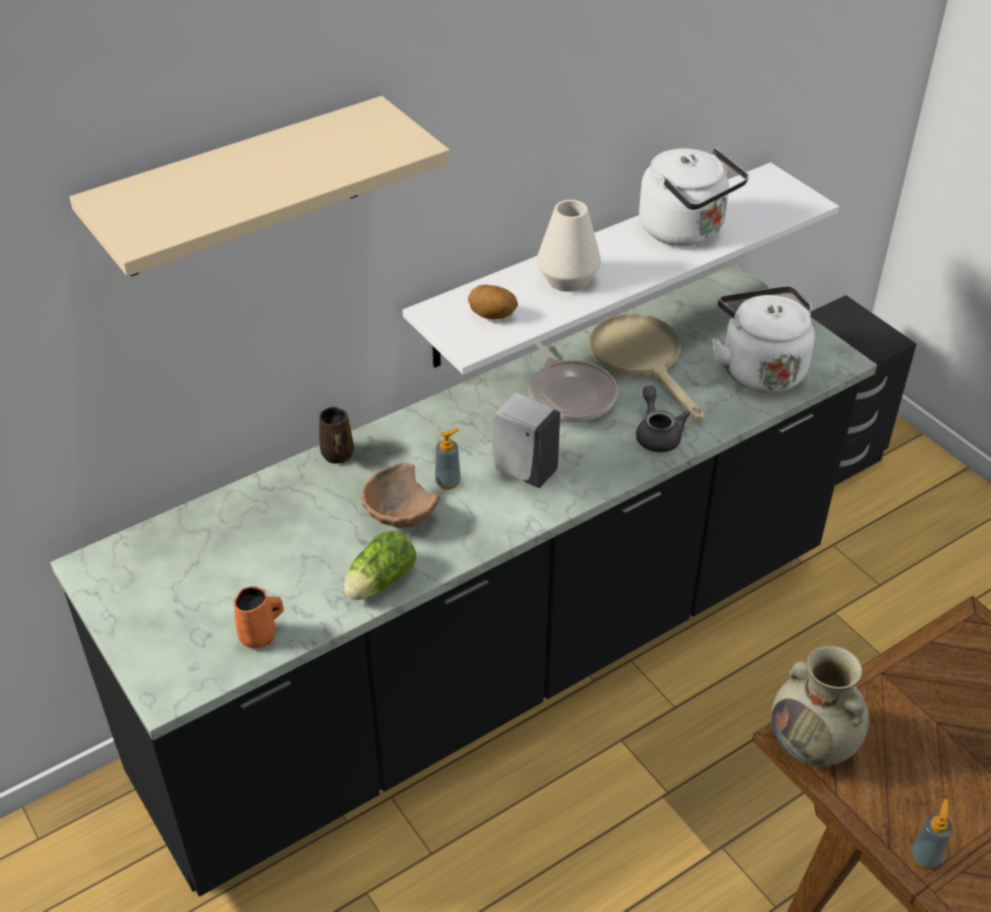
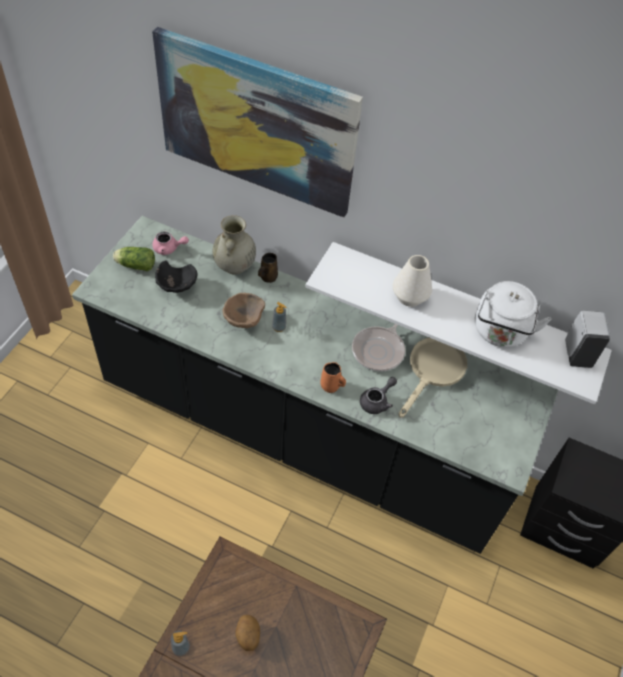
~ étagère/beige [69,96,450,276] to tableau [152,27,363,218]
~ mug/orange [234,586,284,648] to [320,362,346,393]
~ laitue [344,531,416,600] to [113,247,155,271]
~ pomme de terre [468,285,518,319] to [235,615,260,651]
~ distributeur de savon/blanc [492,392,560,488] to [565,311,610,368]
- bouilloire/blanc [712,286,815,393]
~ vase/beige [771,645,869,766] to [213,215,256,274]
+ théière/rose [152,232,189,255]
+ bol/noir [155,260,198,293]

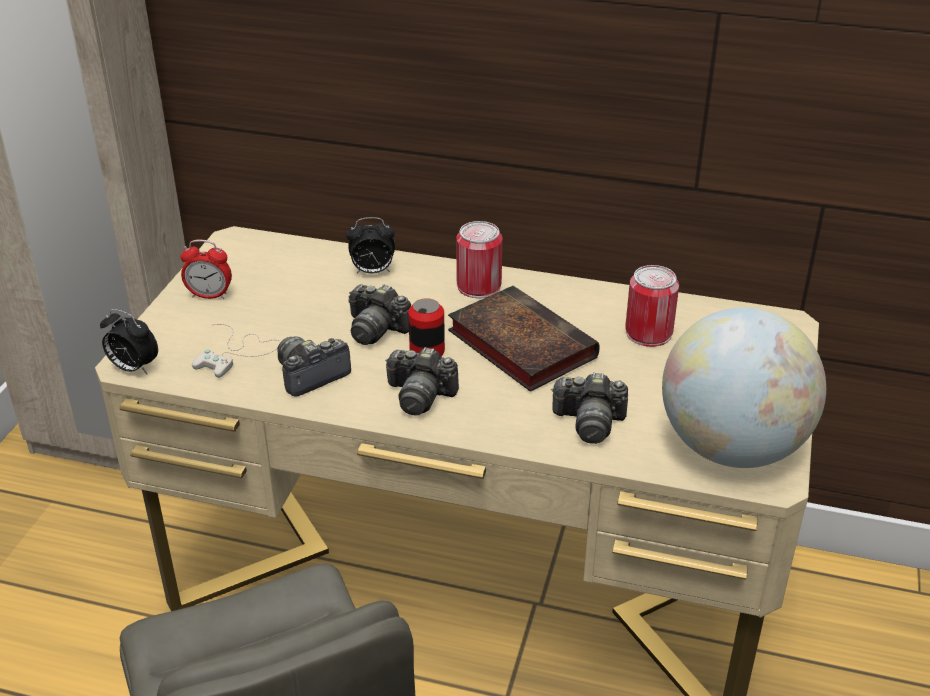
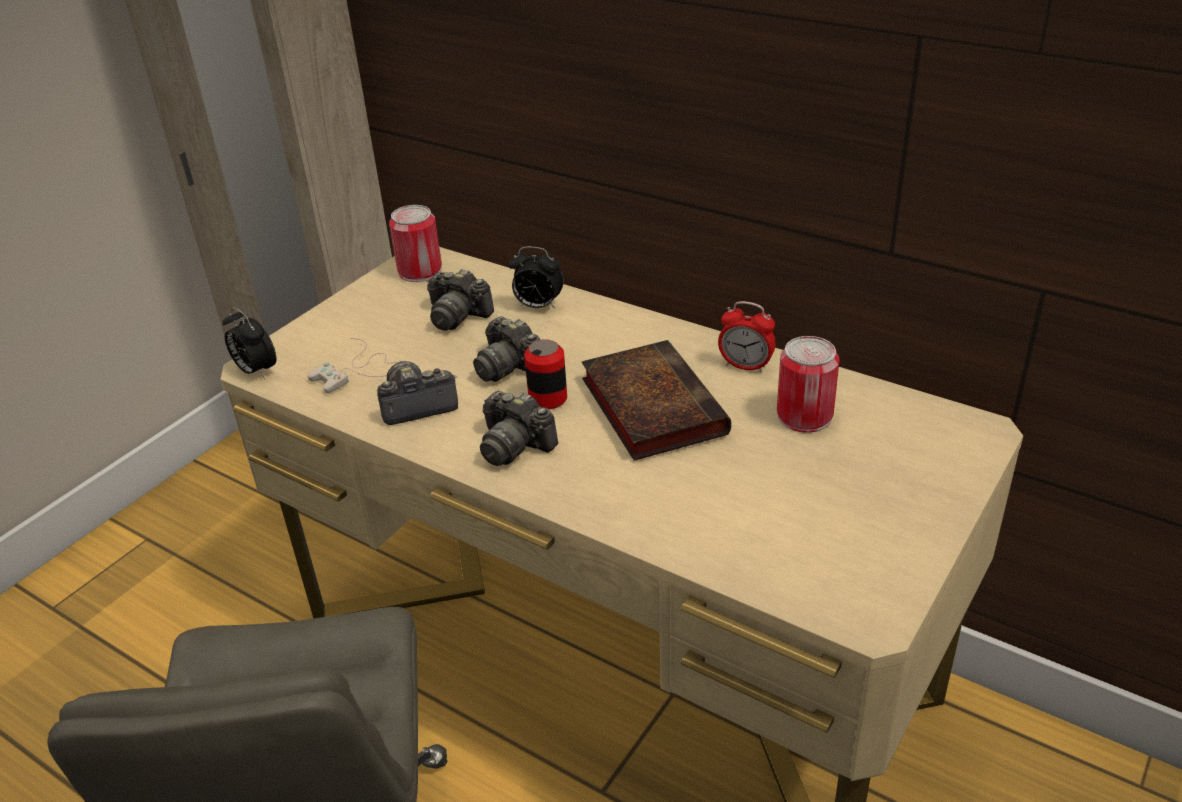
~ réveil [181,240,232,299] to [718,301,776,373]
~ boîte métallique [456,221,503,298] to [389,205,442,282]
~ appareil photo [551,372,628,444] to [427,269,494,331]
- globe [662,307,826,468]

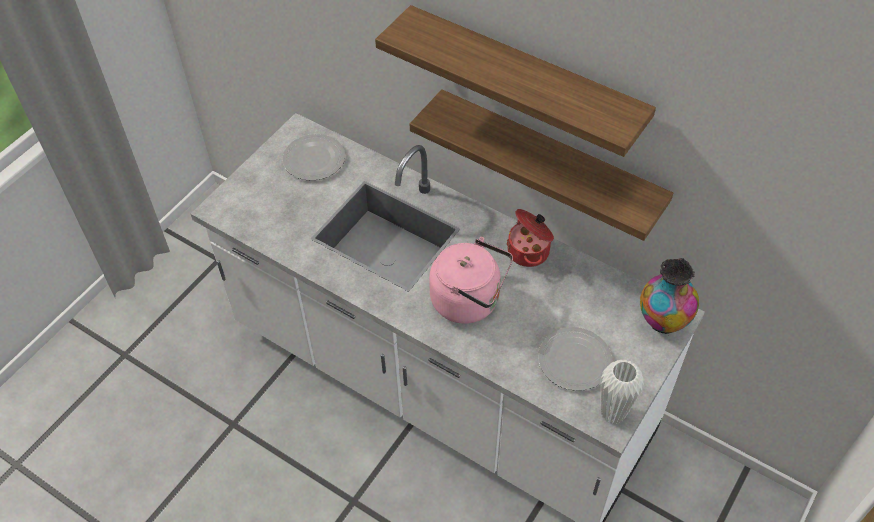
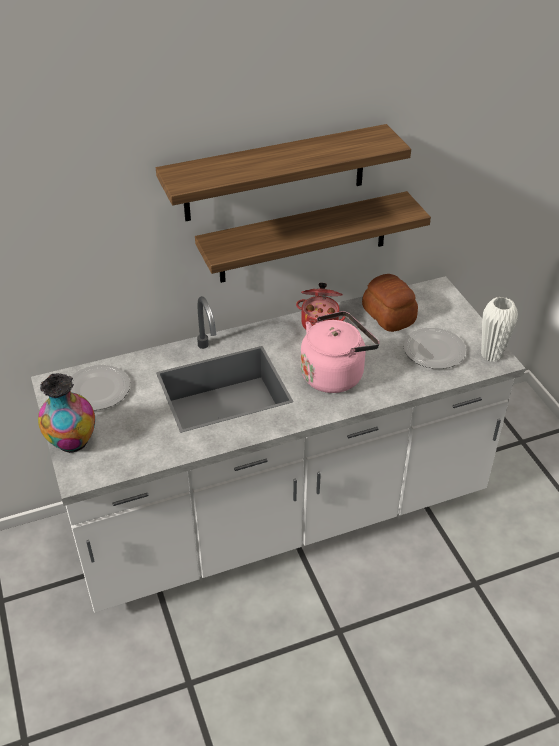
~ vase [640,258,699,334] to [38,373,95,453]
+ pain [362,274,418,332]

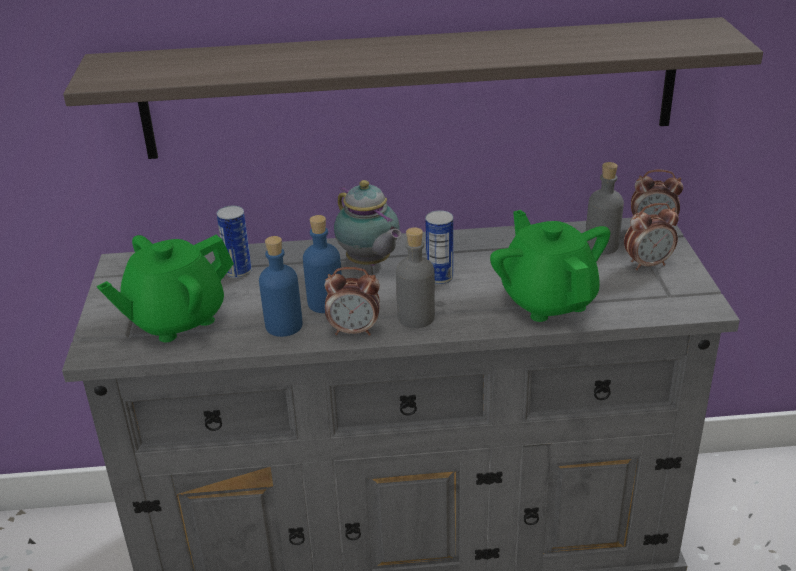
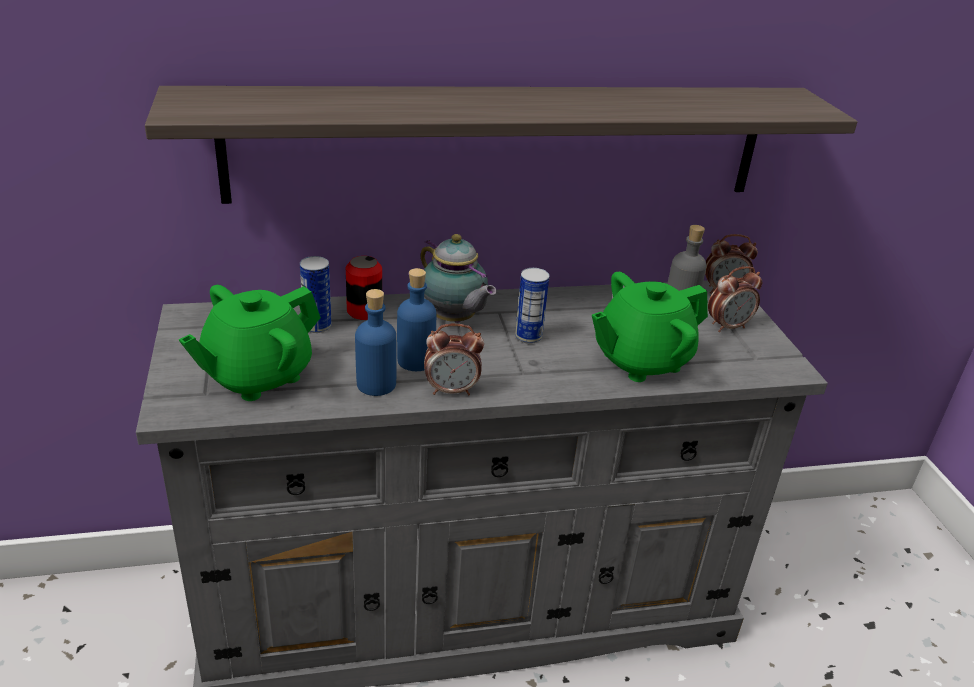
- bouteille/gris [396,228,435,328]
~ théière/vert [490,210,610,322] = [592,272,708,382] 90 degrees counterclockwise
+ boîte métallique [346,256,382,320]

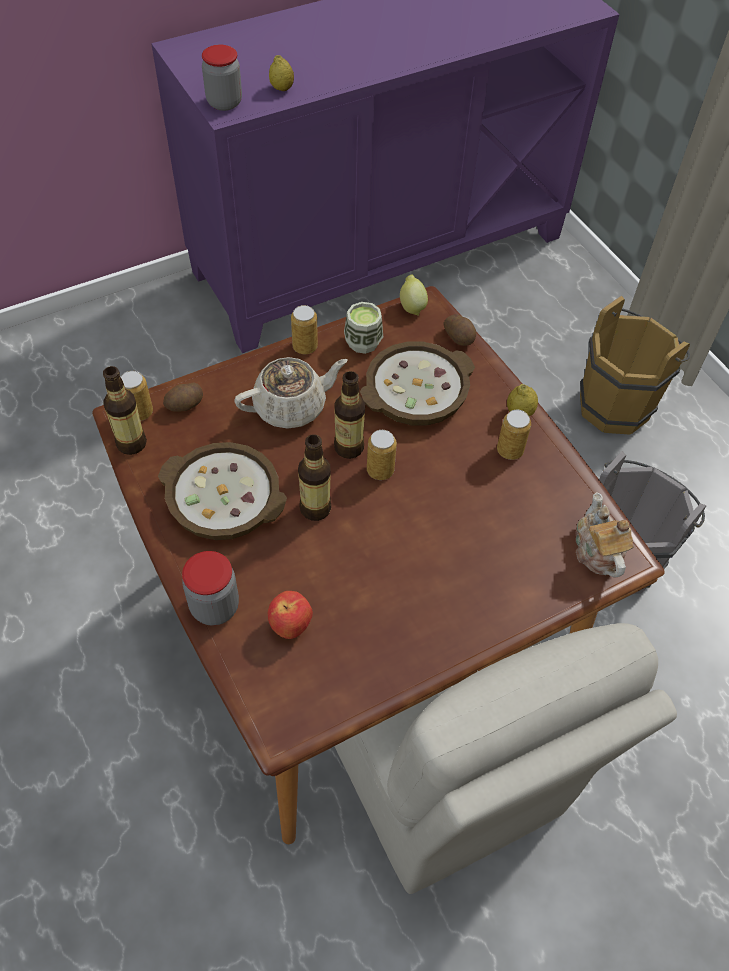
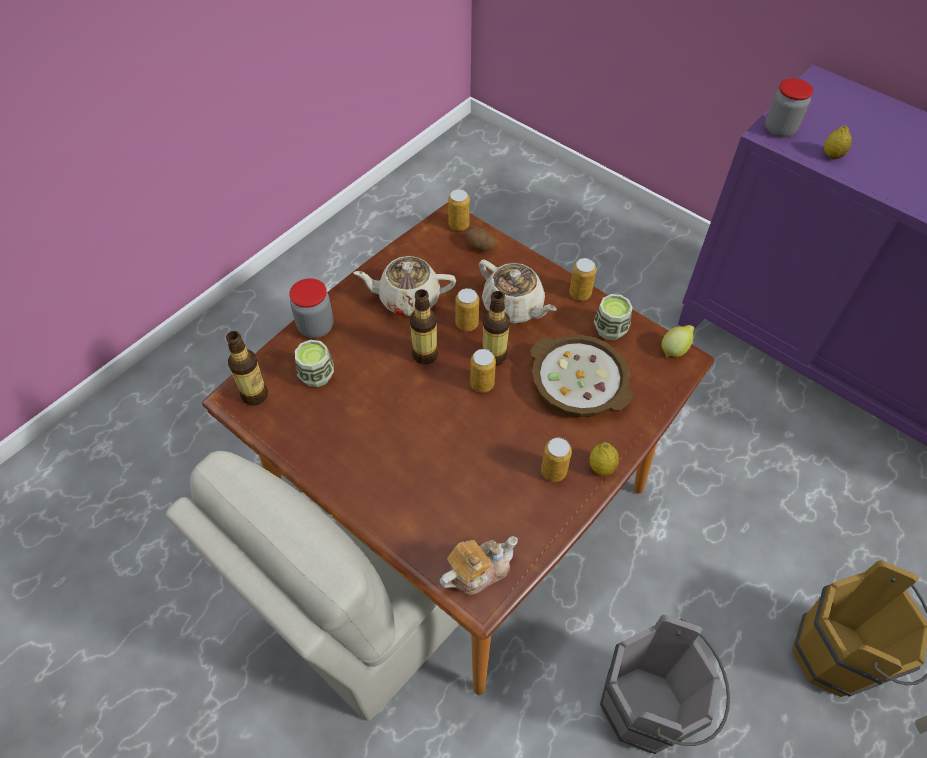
~ bouteille [103,366,147,455] to [226,331,268,405]
~ bol [158,442,287,540] to théière/beige [353,256,456,316]
~ pomme [268,591,313,639] to tasse [295,340,334,387]
- pomme de terre [444,314,476,346]
+ boîte métallique [455,288,479,331]

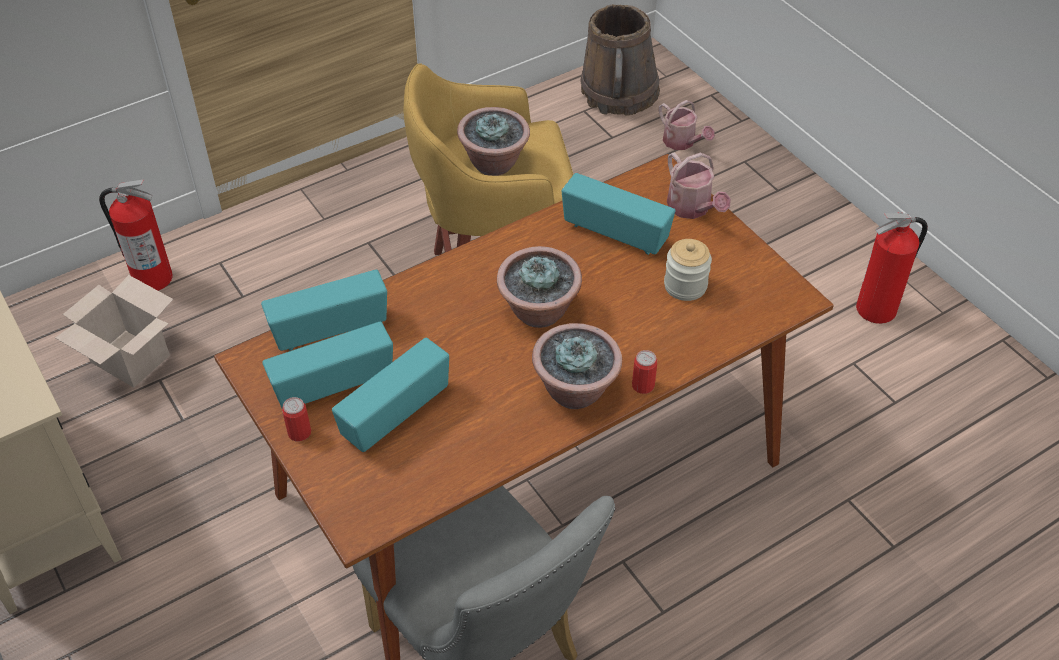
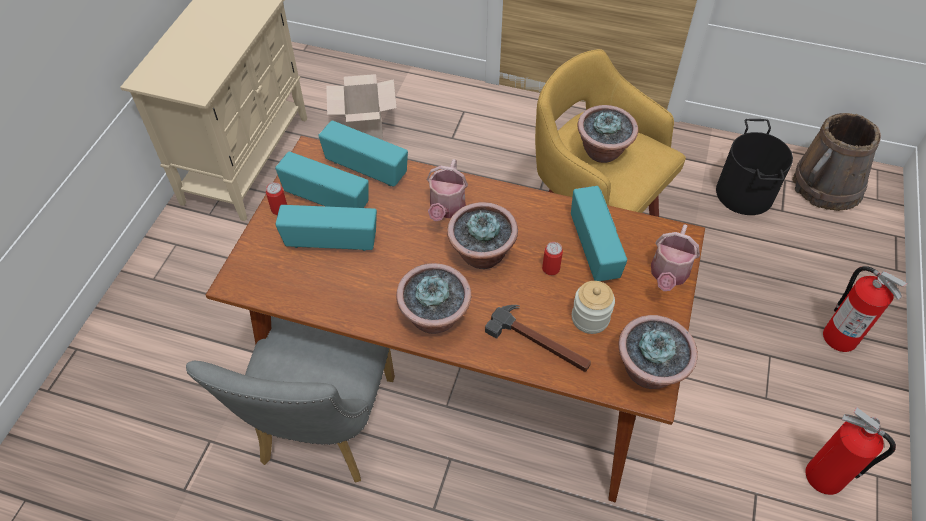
~ extincteur [99,179,173,291] to [823,266,908,352]
~ boîte métallique [632,350,657,394] to [542,242,563,275]
~ arrosoir [659,100,715,150] to [427,159,468,222]
+ marteau [485,305,591,372]
+ plante en pot [618,315,698,389]
+ seau/noir [716,119,793,215]

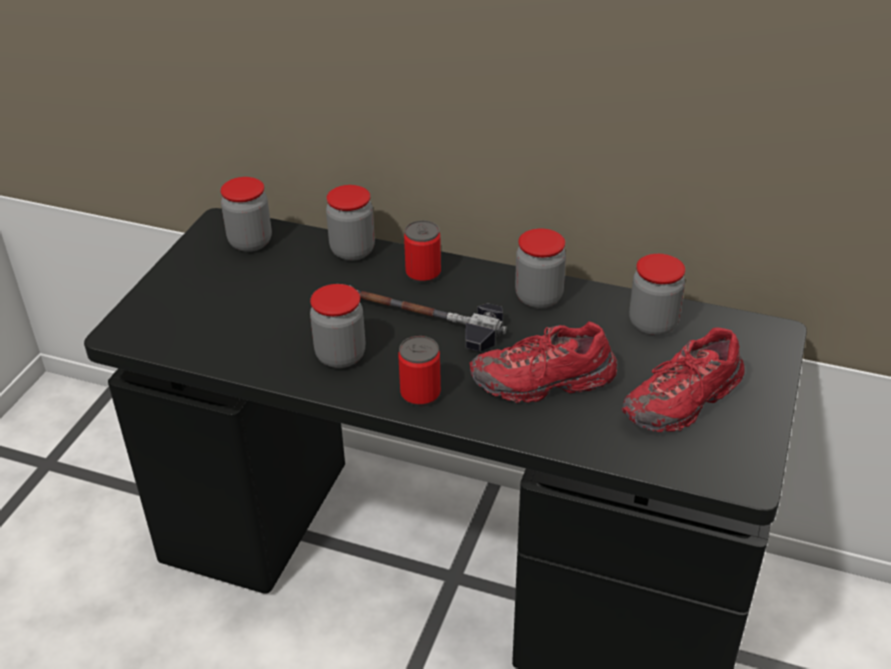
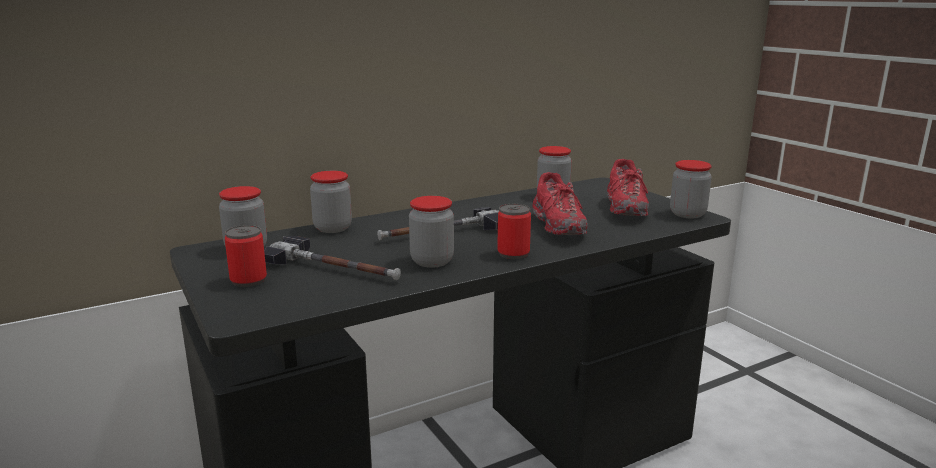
~ boîte métallique [404,220,441,283] to [225,225,267,287]
~ chaussure/rouge [470,322,617,403] = [532,172,588,235] 45 degrees counterclockwise
~ bocal [515,228,566,308] to [670,160,712,218]
+ marteau [264,236,401,280]

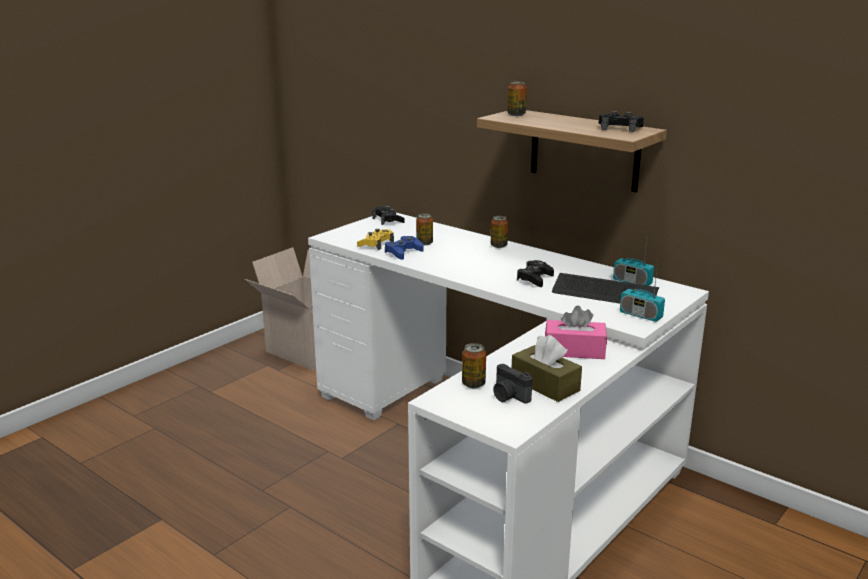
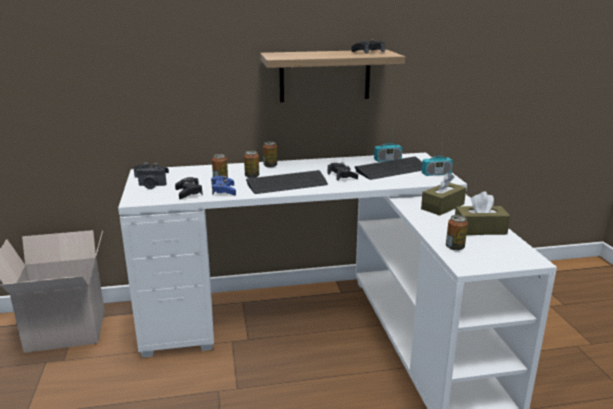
~ manette/jaune [357,229,394,250] to manette/noir [175,177,203,199]
~ appareil photo [493,364,532,404] to [137,167,166,189]
~ boîte métallique [508,82,527,116] to [244,151,259,178]
~ boîte à mouchoirs/rose [545,306,607,359] to boîte à mouchoirs/marron [421,173,466,216]
+ clavier [246,170,328,194]

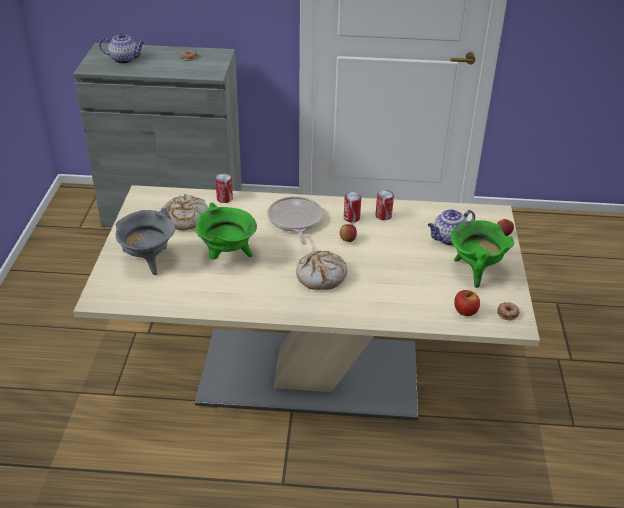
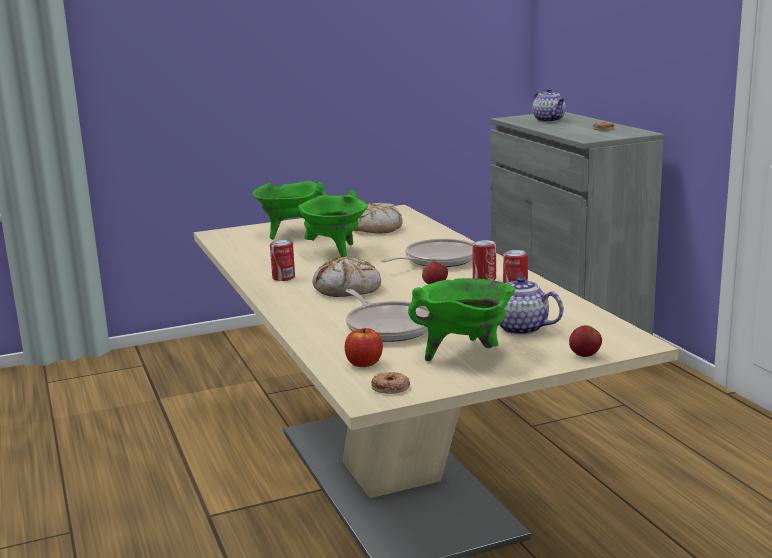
~ marmite/gris [115,207,175,275] to marmite/vert [253,181,327,239]
~ boîte métallique [215,173,233,203] to [270,240,295,281]
+ poêle [346,289,430,342]

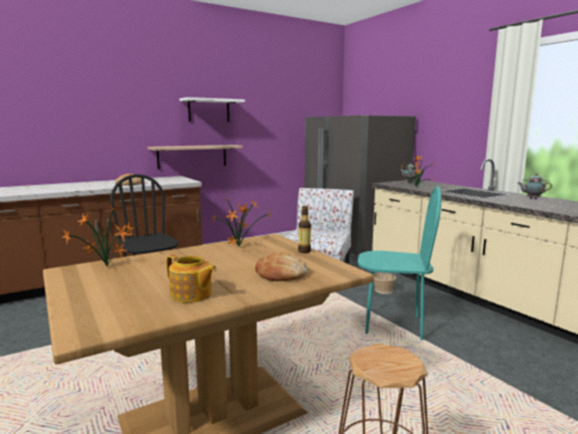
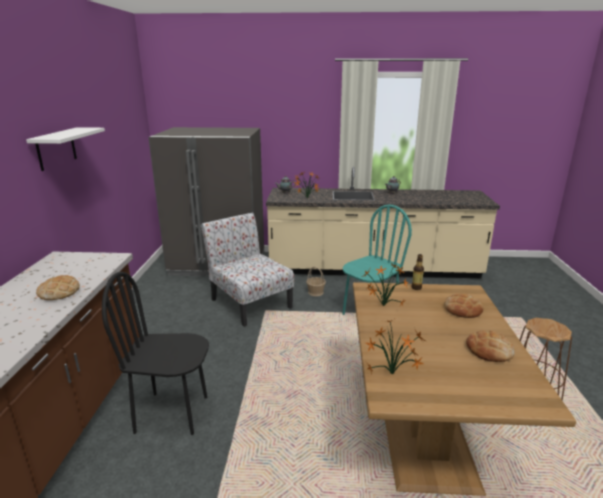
- étagère [148,145,243,169]
~ théière [166,255,217,303] to pain [466,330,514,362]

